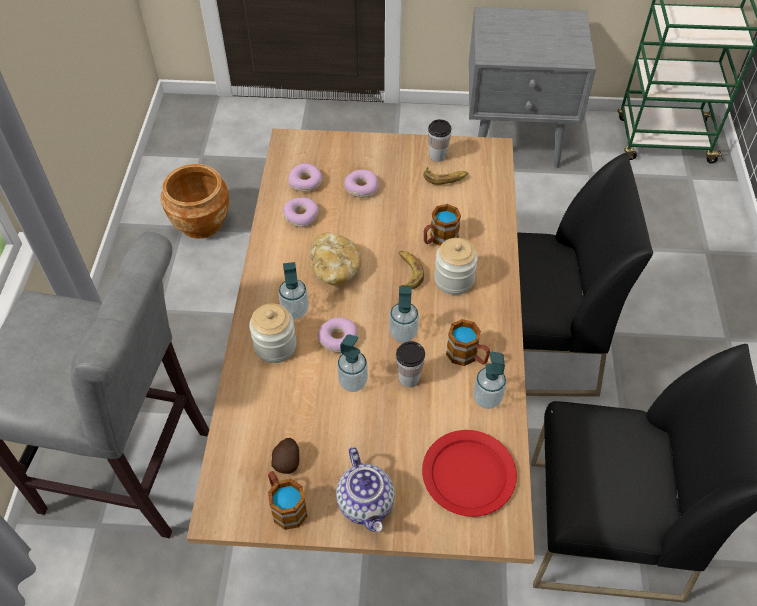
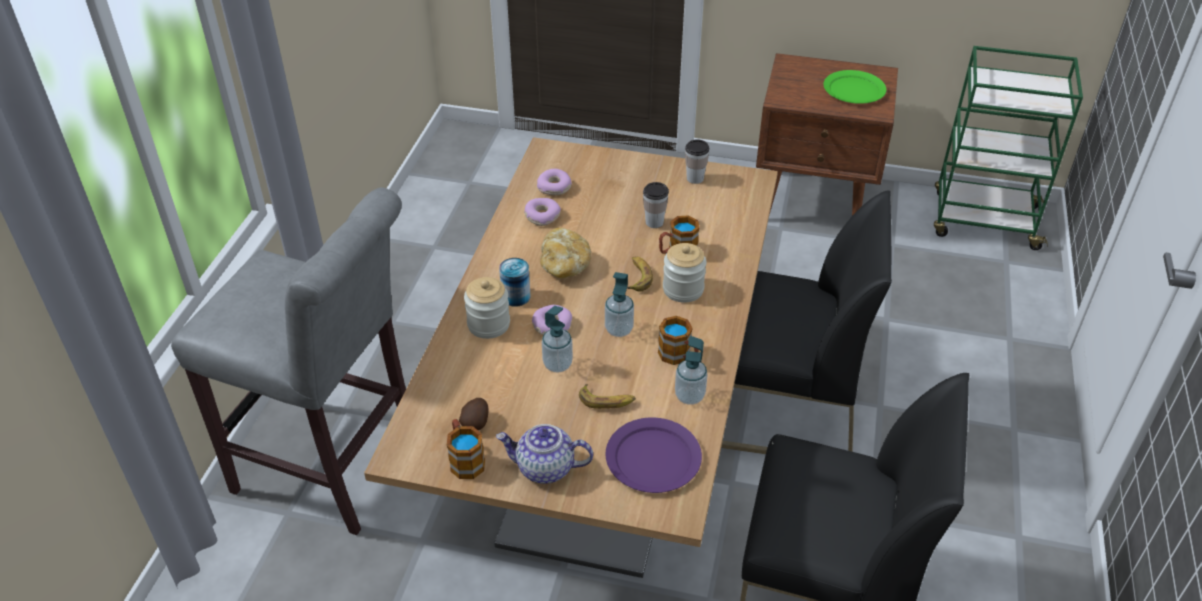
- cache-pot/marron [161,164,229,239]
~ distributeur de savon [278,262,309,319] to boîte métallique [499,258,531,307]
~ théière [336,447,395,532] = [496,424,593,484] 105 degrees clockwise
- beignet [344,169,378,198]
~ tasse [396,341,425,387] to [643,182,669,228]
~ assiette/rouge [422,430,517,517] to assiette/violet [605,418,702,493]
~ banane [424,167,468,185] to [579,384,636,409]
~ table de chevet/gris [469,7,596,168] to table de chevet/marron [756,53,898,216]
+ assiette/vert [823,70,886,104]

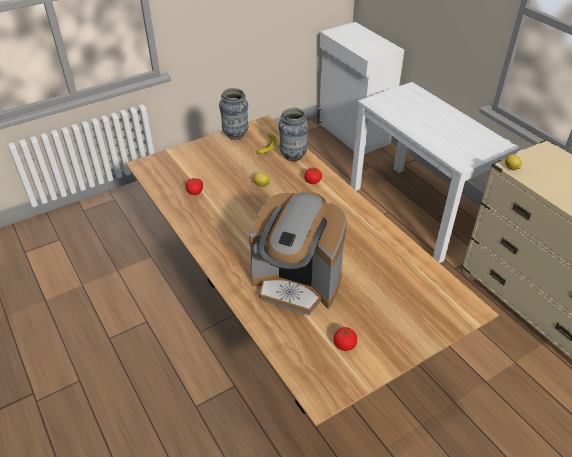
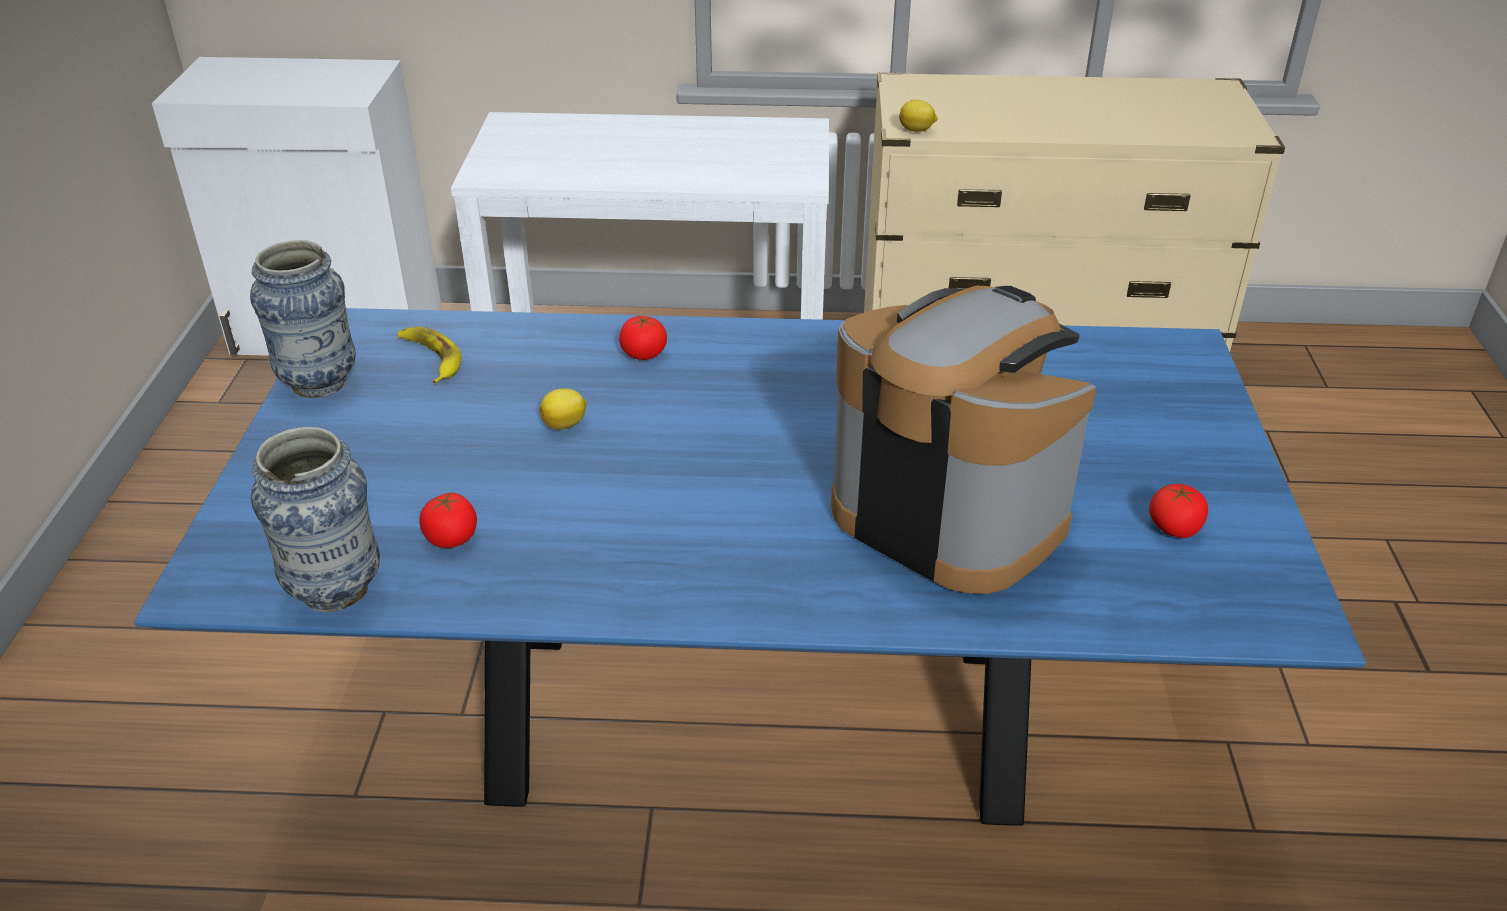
~ table à manger/marron [126,115,499,426] to table à manger/bleu [134,308,1366,826]
~ machine à café [249,191,347,315] = [831,286,1096,594] 105 degrees counterclockwise
~ vase [278,107,309,161] to [251,427,380,612]

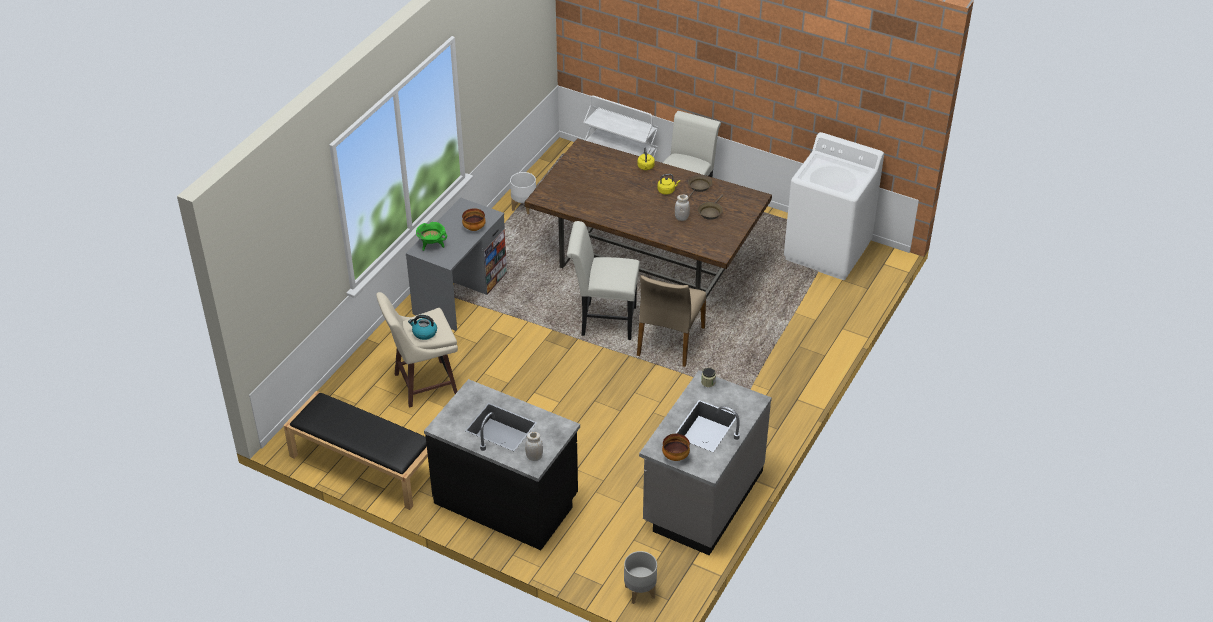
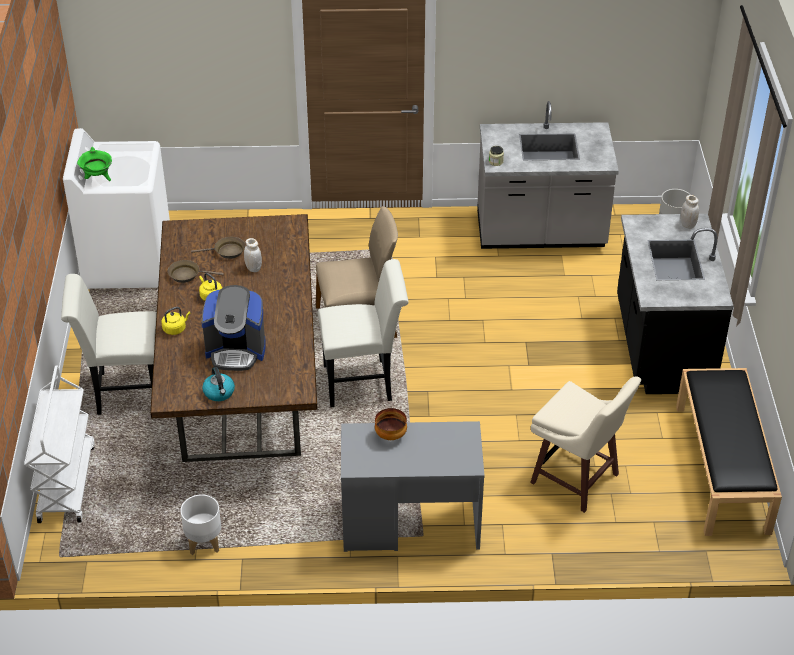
~ bouilloire [408,315,437,340] to [202,367,235,401]
~ marmite/vert [416,222,447,251] to [77,147,112,181]
~ chaise/blanc [567,221,640,340] = [318,259,409,407] 75 degrees counterclockwise
- bol [662,434,690,461]
+ machine à café [202,285,266,371]

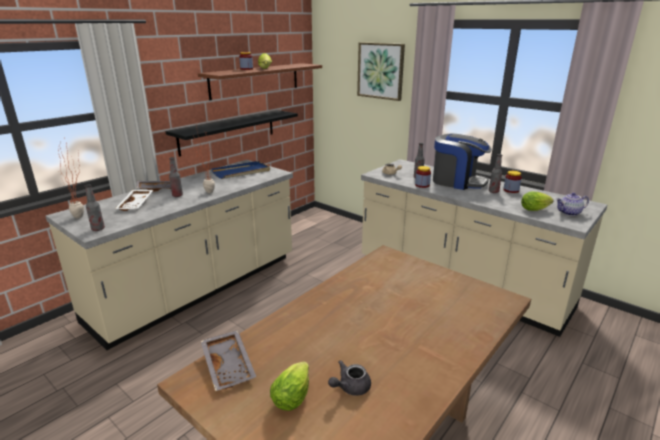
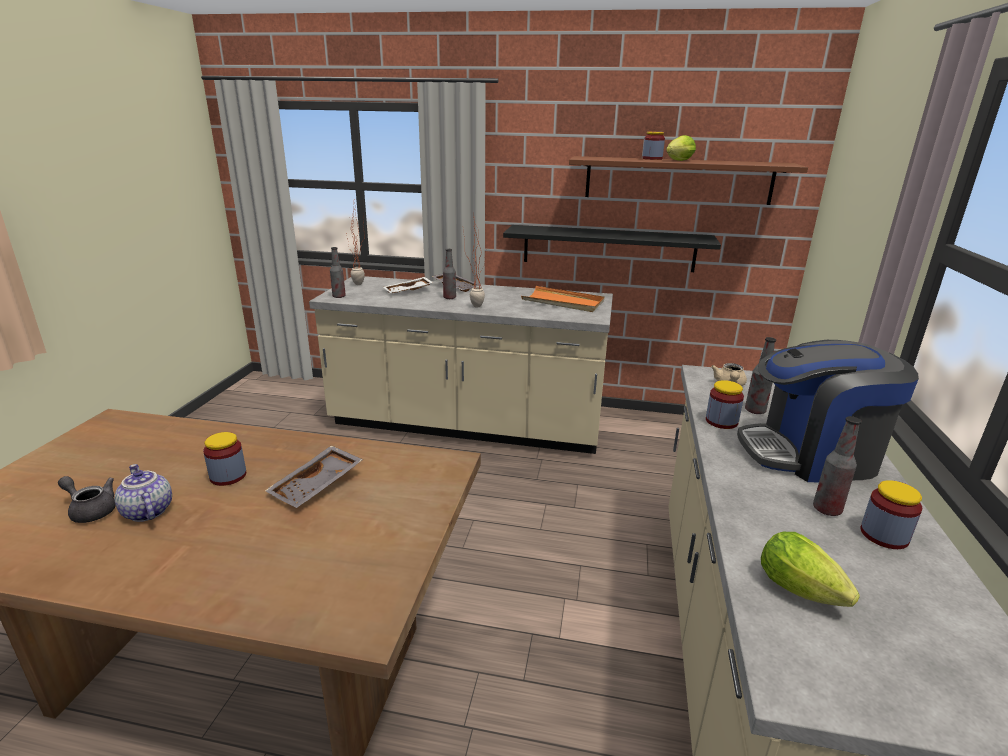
~ plateau/gris [201,330,256,391] to [265,446,363,508]
~ plateau/bleu [212,161,270,179] to plateau/orange [521,286,604,312]
- laitue [270,361,309,411]
- tableau [357,42,405,101]
~ machine à café [433,134,492,190] = [737,340,919,482] 90 degrees clockwise
~ théière [556,193,589,216] to [115,464,172,522]
+ bocal [203,432,246,486]

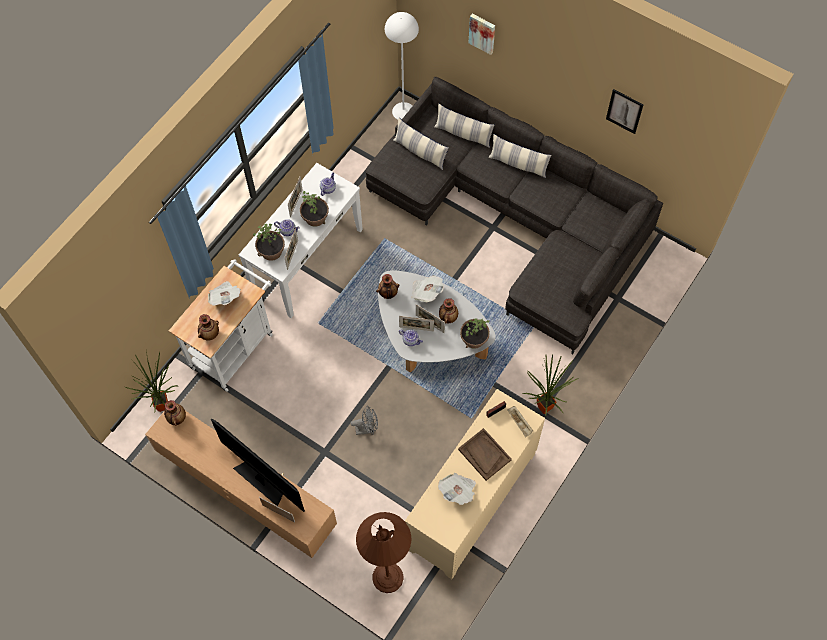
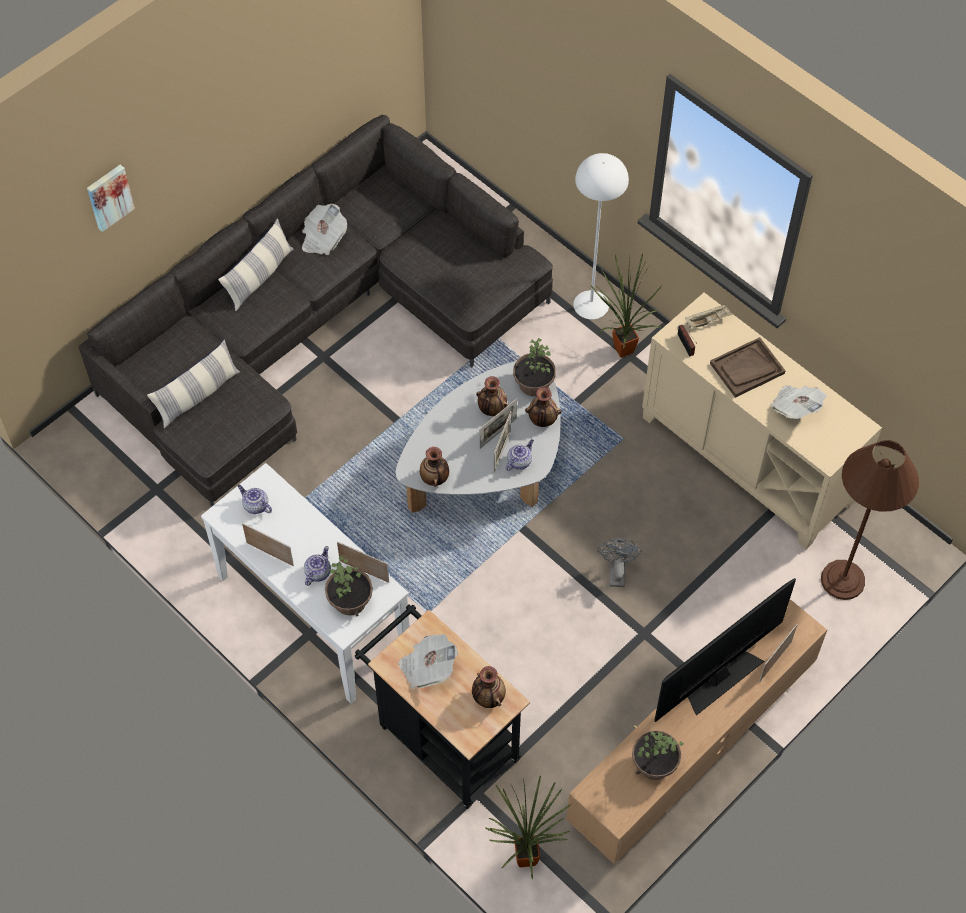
~ vase [164,400,186,426] to [525,387,561,427]
~ chariot/blanc [169,259,273,392] to chariot/noir [355,604,530,809]
~ plante en pot [300,191,329,227] to [632,729,684,780]
~ lampadaire/blanc [385,12,419,120] to [573,153,629,319]
~ journal [411,275,444,302] to [302,204,347,255]
- coussin [434,104,495,148]
- tableau [606,89,643,134]

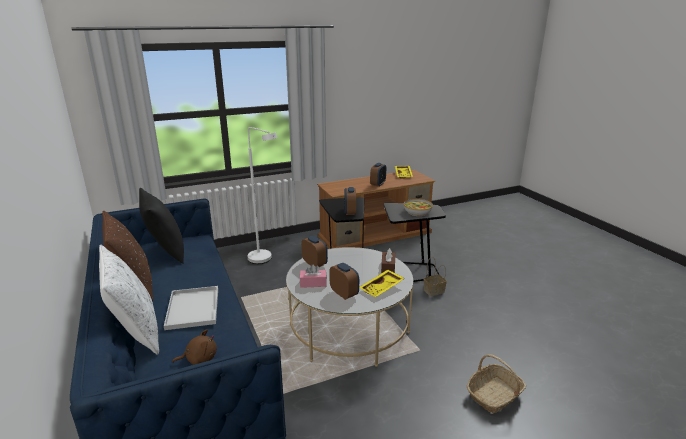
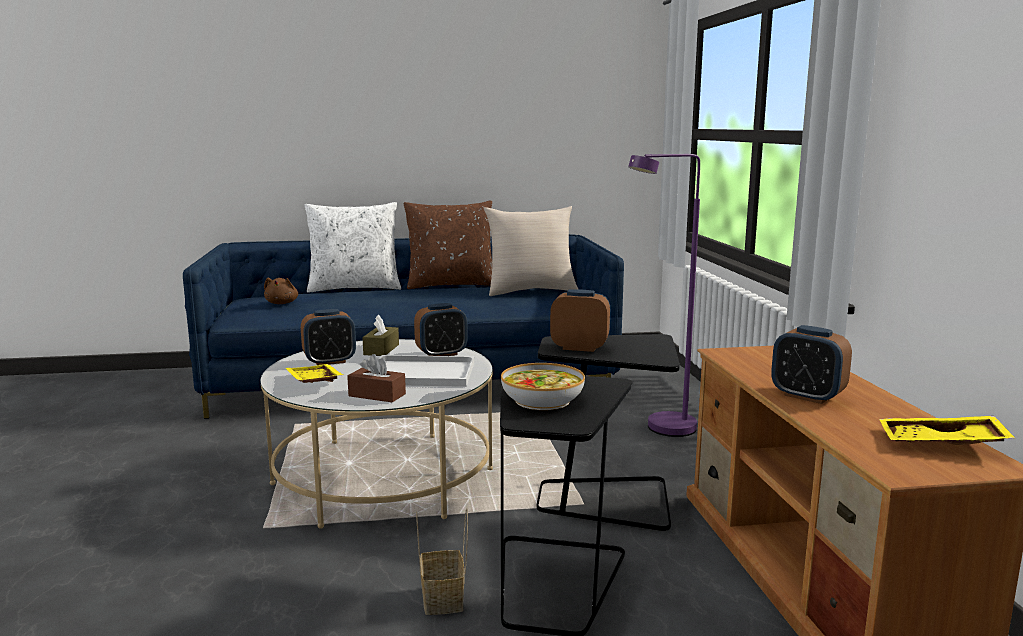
~ coussin/noir [139,188,184,264] to coussin/beige [484,206,578,296]
~ plateau/blanc [164,286,218,330] to [379,355,474,387]
~ lampadaire/blanc [248,127,277,264] to lampadaire/violet [628,154,700,437]
~ boîte à mouchoirs/rose [300,264,327,288] to boîte à mouchoirs/marron [362,315,399,356]
- panier [467,354,526,413]

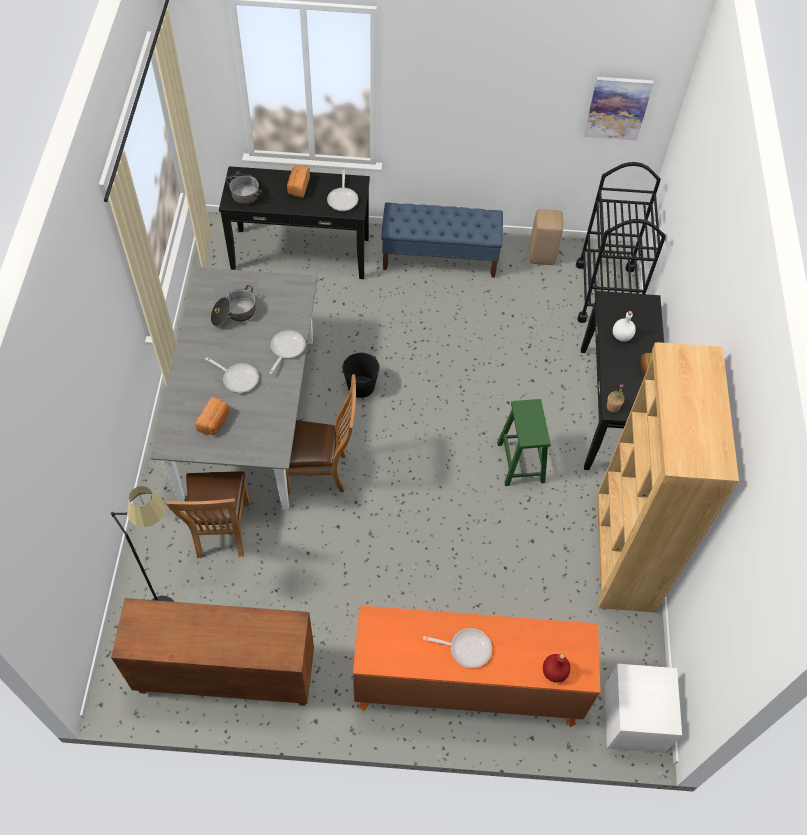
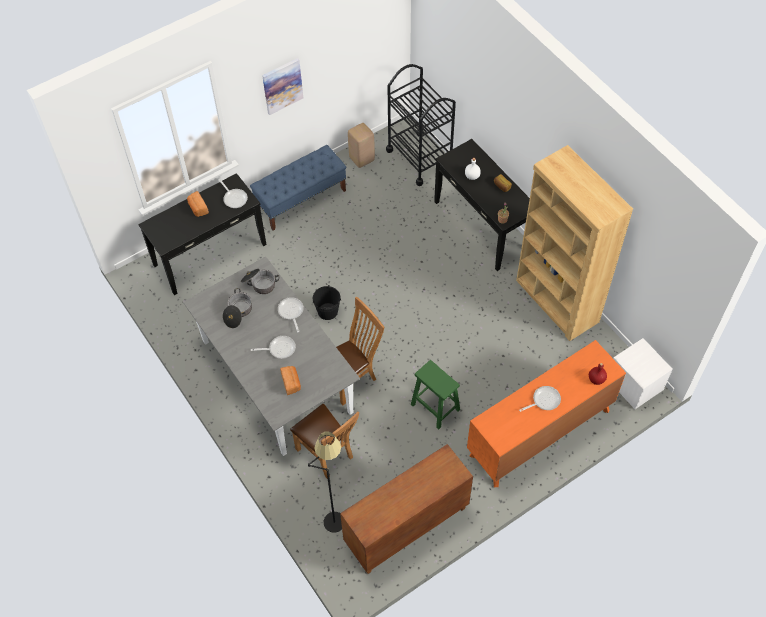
~ marmite [225,171,262,205] to [241,269,279,294]
~ tabouret/vert [497,399,551,486] to [411,360,460,429]
~ tableau [584,77,654,141] to [262,58,303,115]

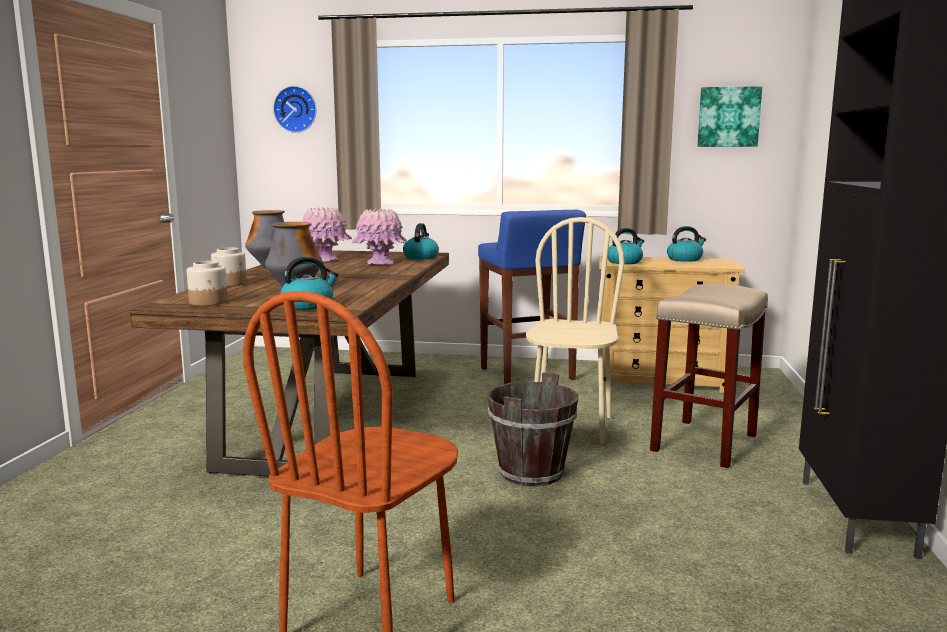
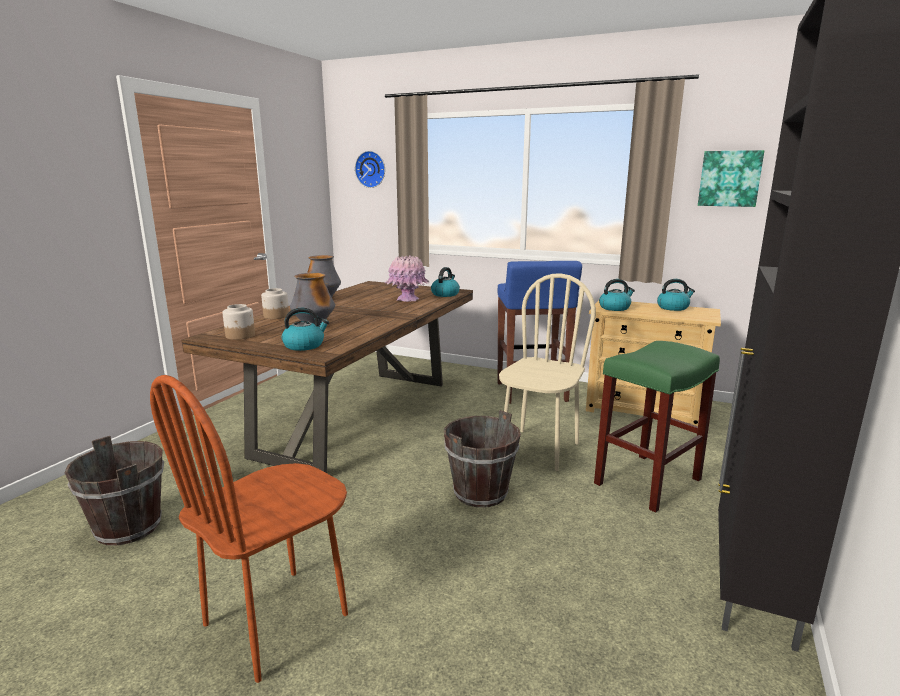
- vase/rose [301,207,352,262]
~ tabouret/beige [650,284,768,468] to tabouret/vert [594,341,720,513]
+ seau/marron [64,436,164,546]

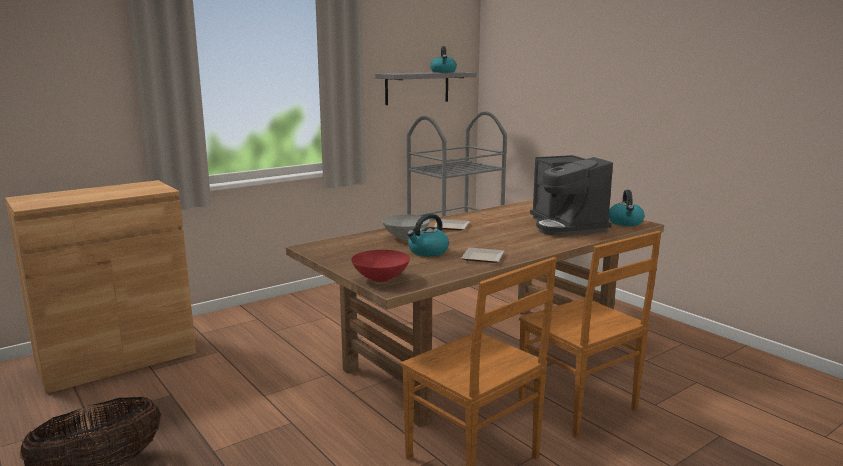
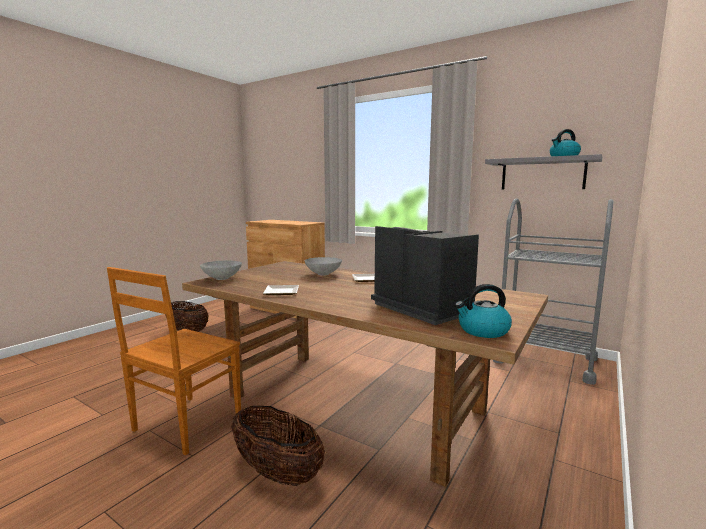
~ bol/rouge [351,250,410,282] to bol/gris [200,261,242,280]
- bouilloire [407,214,449,257]
~ chaise/marron [519,231,661,438] to panier [231,405,325,486]
~ machine à café [530,155,613,236] = [371,226,479,325] 90 degrees clockwise

